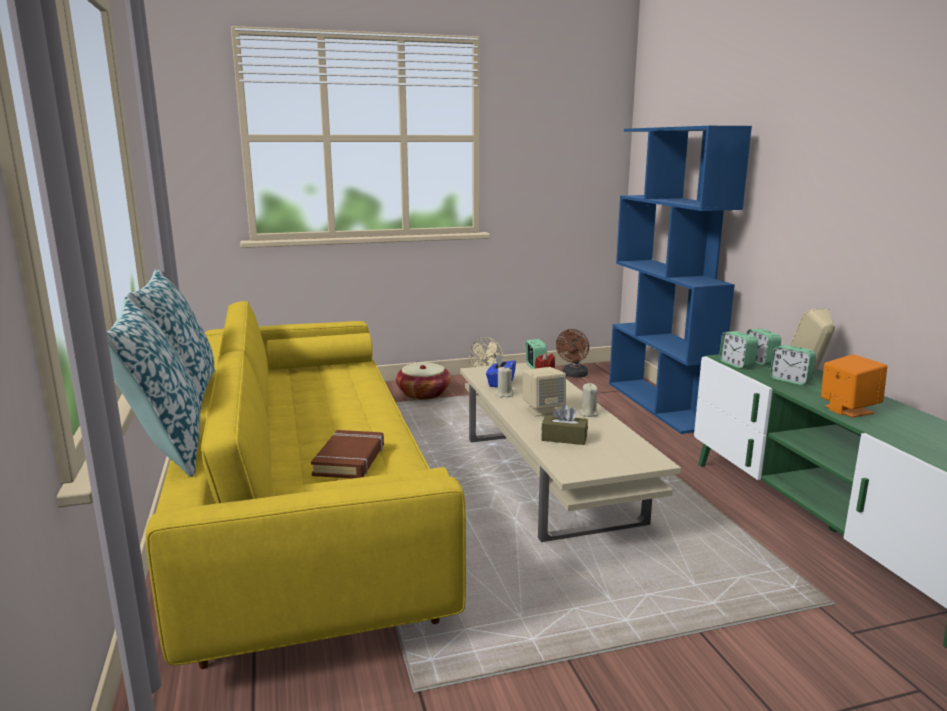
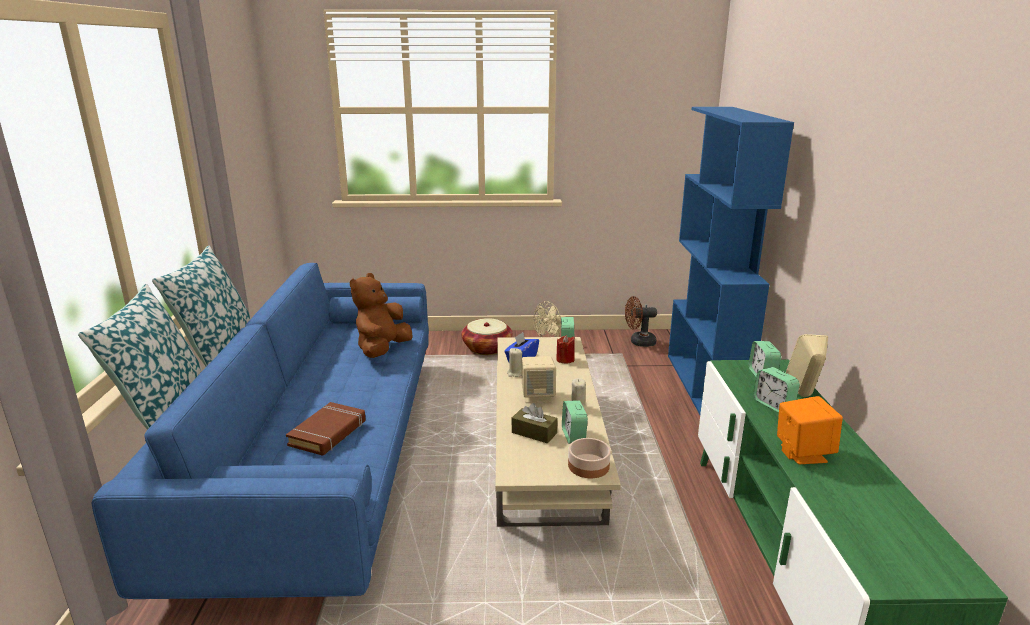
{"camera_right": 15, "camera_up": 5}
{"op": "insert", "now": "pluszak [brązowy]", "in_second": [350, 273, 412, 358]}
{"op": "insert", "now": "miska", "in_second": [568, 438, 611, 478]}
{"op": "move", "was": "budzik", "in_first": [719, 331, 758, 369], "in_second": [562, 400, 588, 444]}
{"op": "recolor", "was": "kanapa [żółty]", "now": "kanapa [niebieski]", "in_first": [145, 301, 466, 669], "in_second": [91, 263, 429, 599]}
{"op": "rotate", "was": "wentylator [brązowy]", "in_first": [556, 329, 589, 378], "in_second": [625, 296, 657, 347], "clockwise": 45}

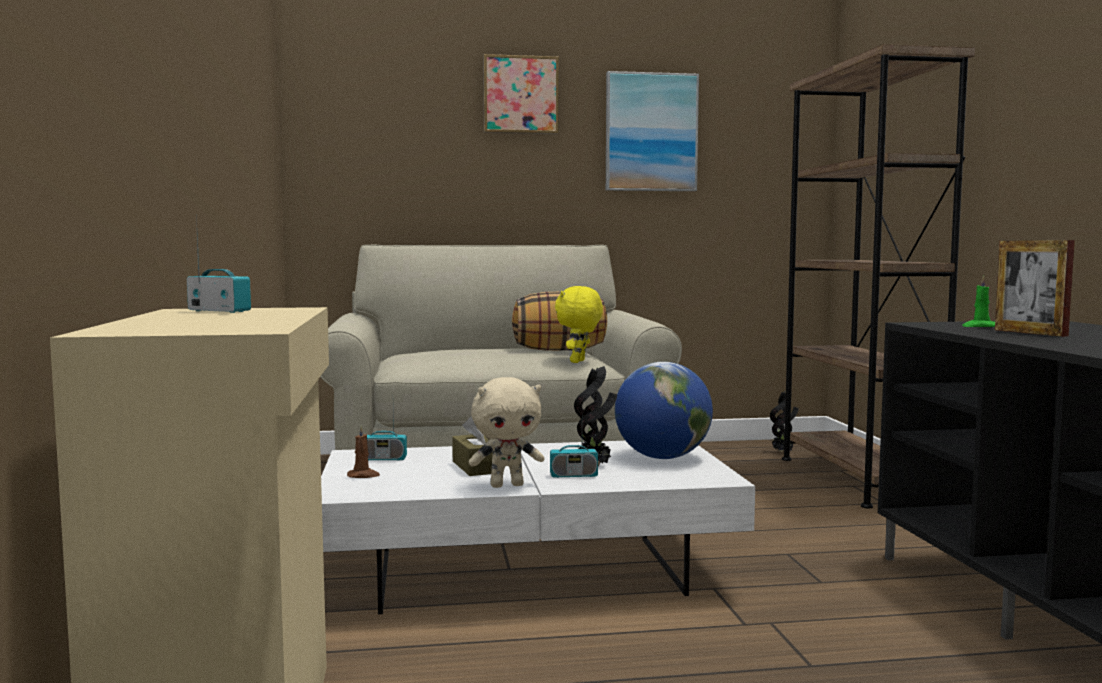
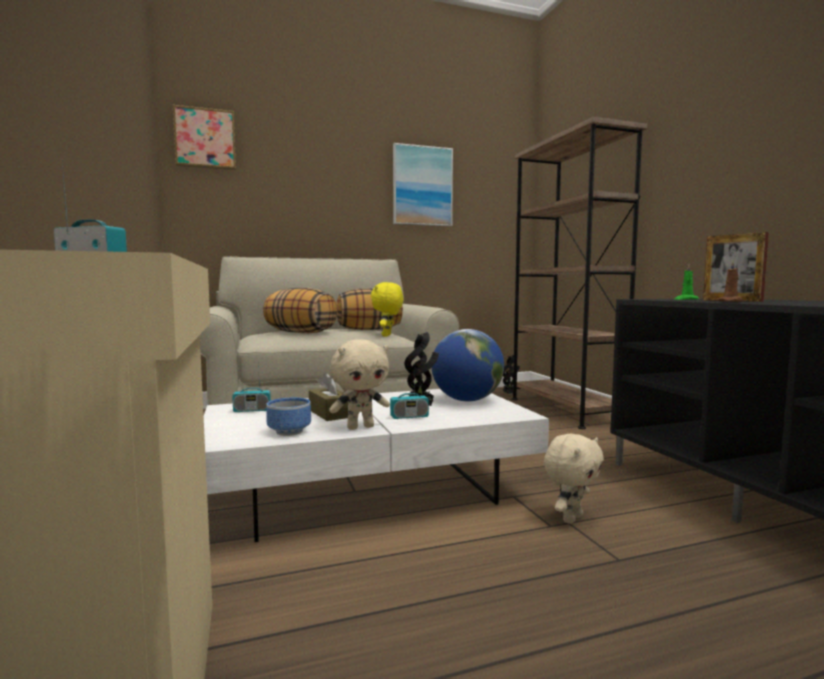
{"camera_right": -10, "camera_up": 0}
{"op": "insert", "now": "poduszka", "in_second": [263, 288, 338, 333]}
{"op": "insert", "now": "miska", "in_second": [267, 398, 311, 436]}
{"op": "insert", "now": "pluszak [beżowy]", "in_second": [544, 434, 604, 524]}
{"op": "move", "was": "świeca [brązowy]", "in_first": [347, 425, 380, 478], "in_second": [717, 260, 744, 302]}
{"op": "move", "was": "obraz", "in_first": [483, 54, 559, 134], "in_second": [173, 105, 236, 170]}

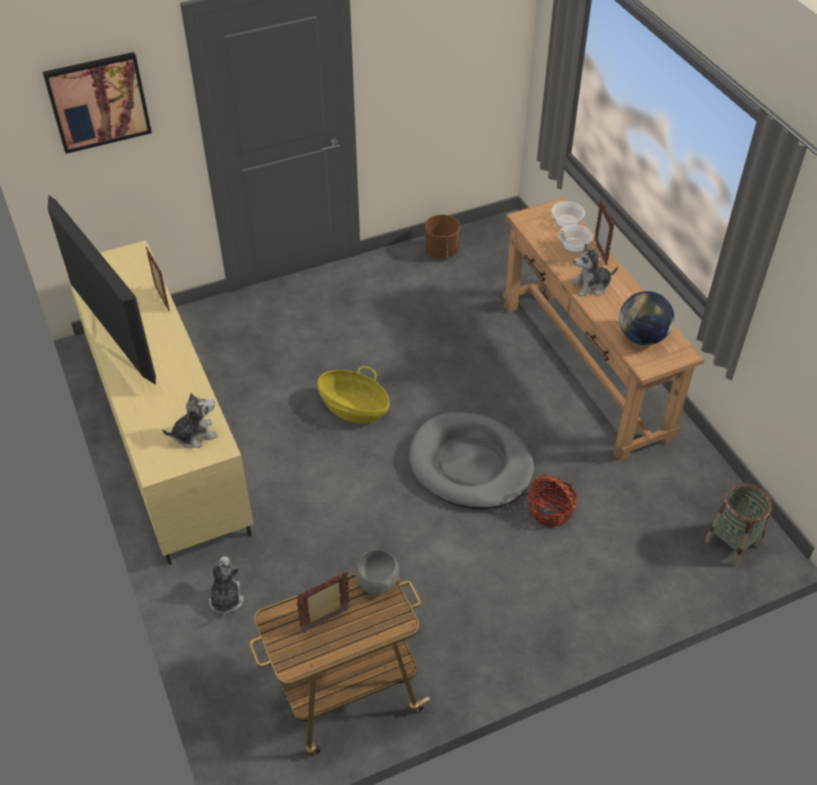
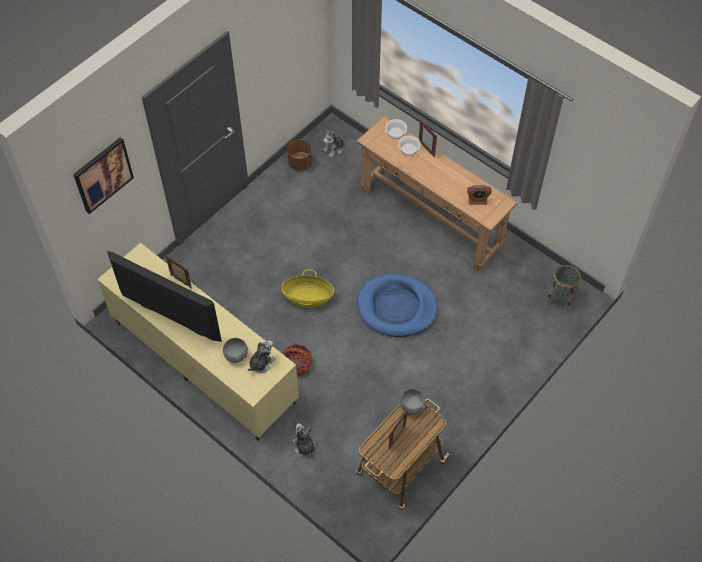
{"camera_right": -25, "camera_up": 10}
{"op": "insert", "now": "miska [szary]", "in_second": [223, 338, 248, 363]}
{"op": "move", "was": "koszyk", "in_first": [528, 474, 578, 527], "in_second": [282, 344, 313, 376]}
{"op": "move", "was": "pluszak", "in_first": [571, 243, 618, 296], "in_second": [323, 129, 345, 157]}
{"op": "replace", "was": "globus", "now": "budzik", "in_first": [619, 291, 674, 345], "in_second": [467, 185, 492, 205]}
{"op": "recolor", "was": "legowisko [szary]", "now": "legowisko [niebieski]", "in_first": [409, 412, 534, 509], "in_second": [357, 274, 438, 337]}

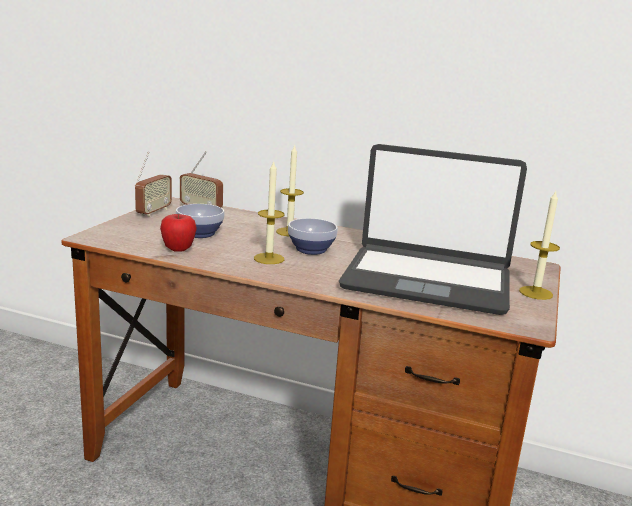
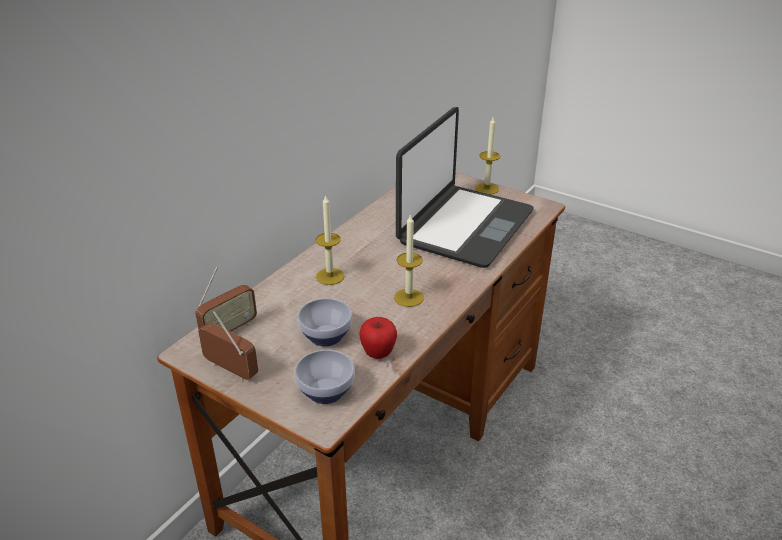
{"camera_right": -75, "camera_up": 15}
{"op": "move", "was": "miska", "in_first": [288, 218, 338, 255], "in_second": [294, 350, 355, 404]}

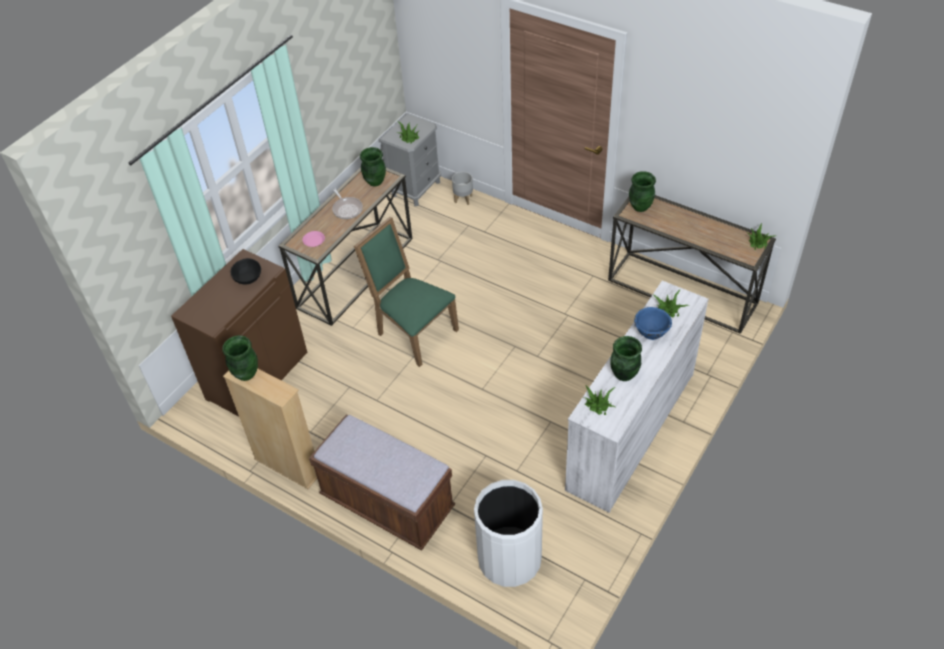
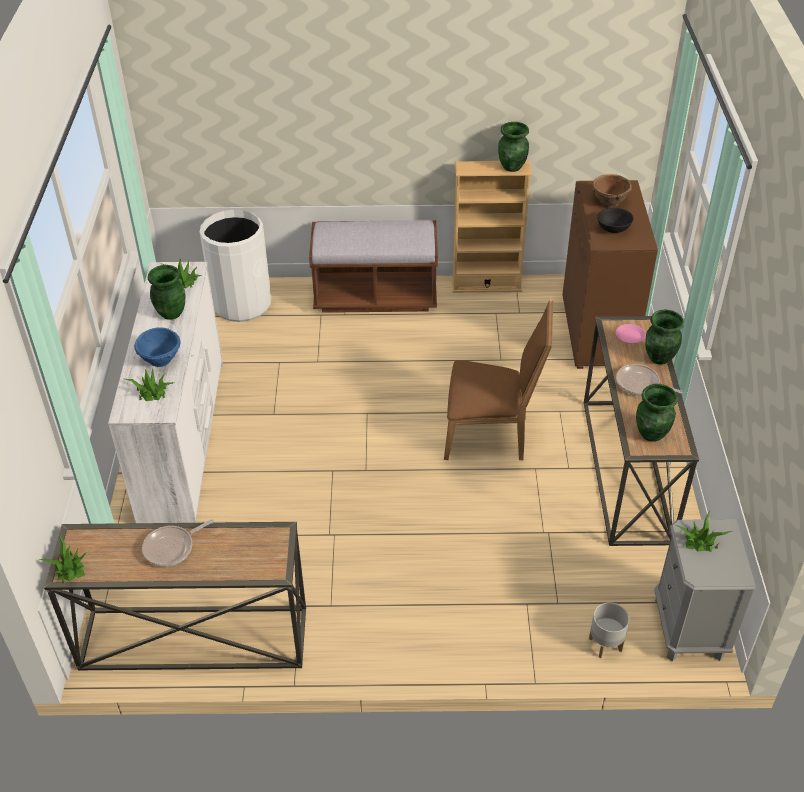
{"camera_right": 145, "camera_up": -5}
{"op": "insert", "now": "patelnia", "in_second": [142, 519, 214, 567]}
{"op": "insert", "now": "miska [brązowy]", "in_second": [592, 174, 632, 207]}
{"op": "move", "was": "wazon [zielony]", "in_first": [629, 171, 656, 212], "in_second": [645, 310, 684, 365]}
{"op": "recolor", "was": "krzesło [zielony]", "now": "krzesło [brązowy]", "in_first": [354, 217, 459, 367], "in_second": [444, 300, 553, 460]}

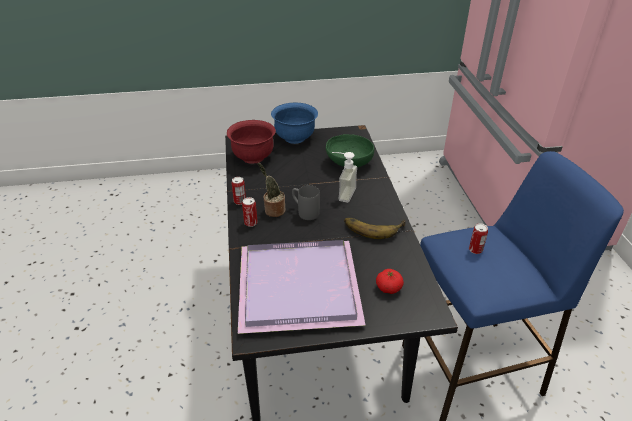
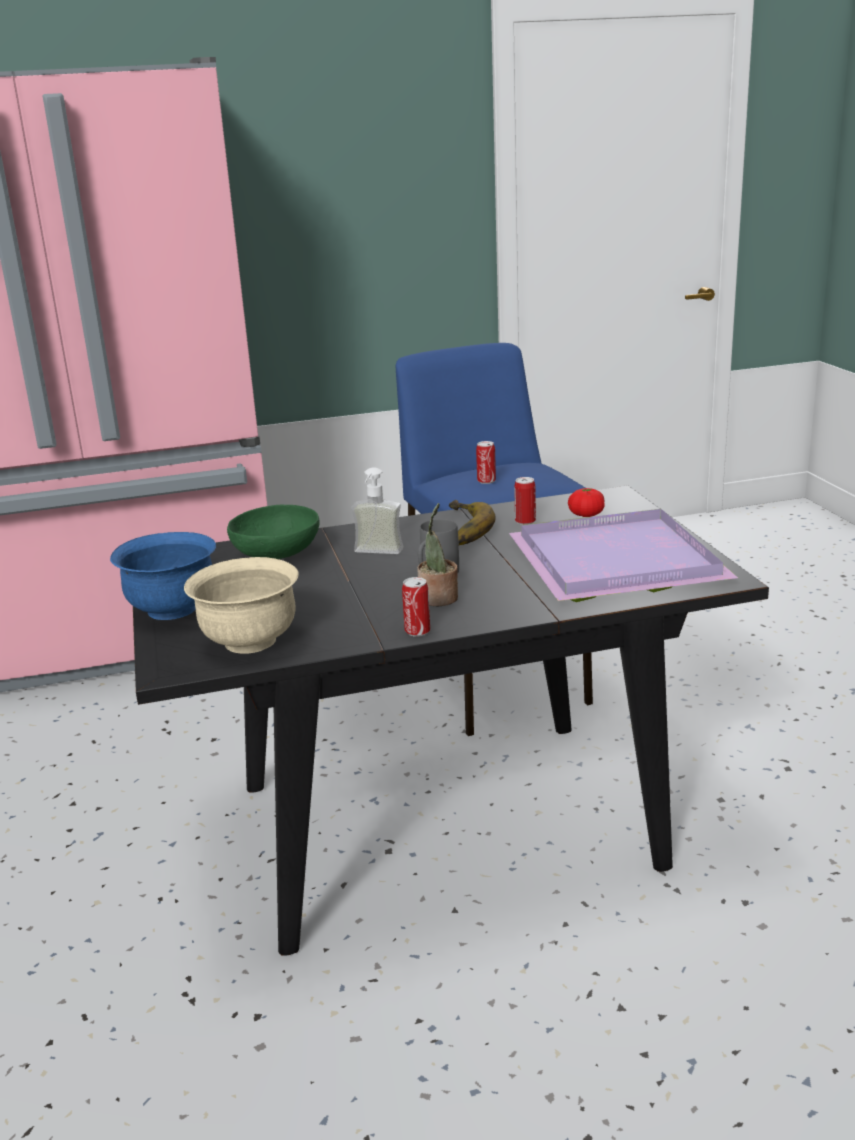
{"camera_right": -95, "camera_up": -15}
{"op": "move", "was": "puszka", "in_first": [242, 197, 258, 227], "in_second": [514, 477, 536, 525]}
{"op": "recolor", "was": "miska [czerwony]", "now": "miska [beżowy]", "in_first": [227, 120, 276, 164], "in_second": [184, 557, 299, 654]}

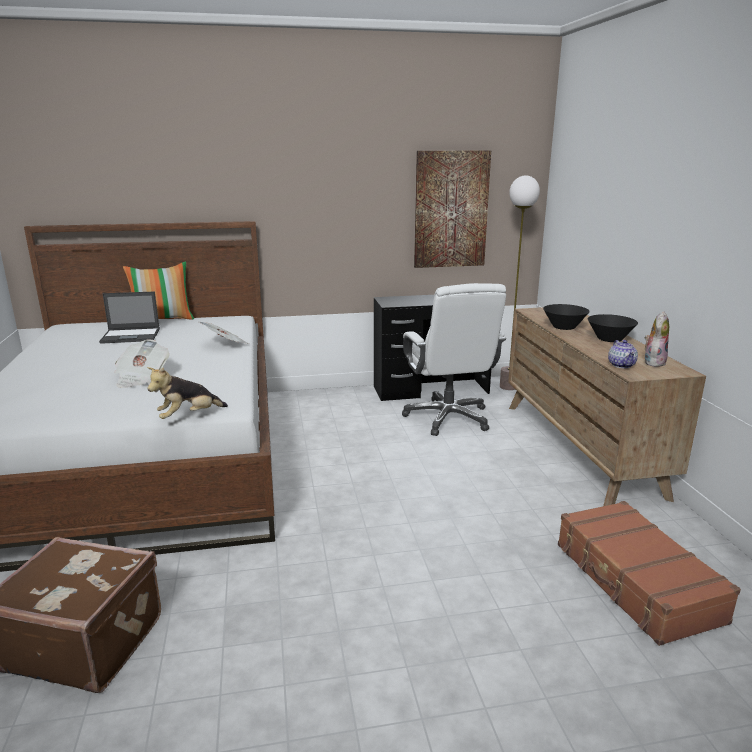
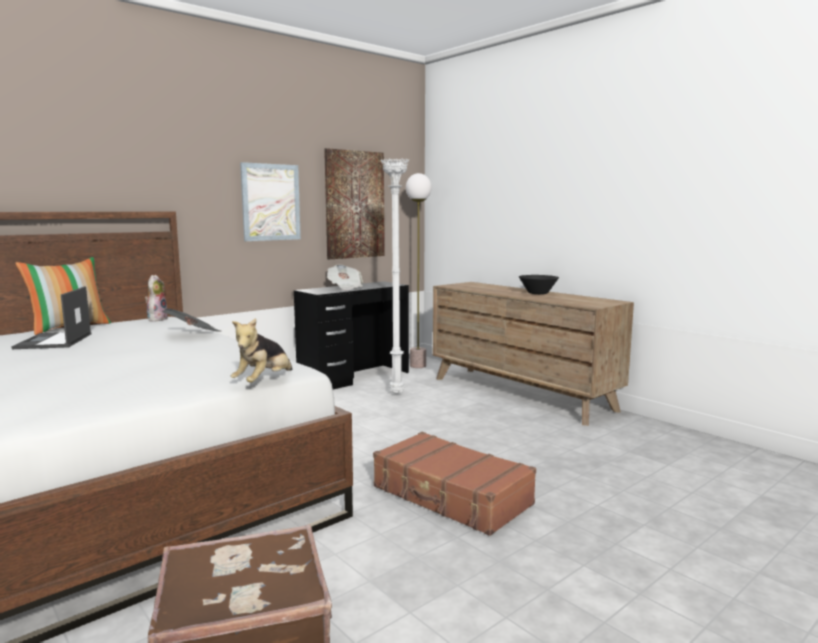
{"camera_right": -30, "camera_up": -10}
{"op": "delete", "was": "miska [czarny]", "in_first": [543, 304, 590, 330]}
{"op": "delete", "was": "imbryk", "in_first": [608, 340, 638, 368]}
{"op": "insert", "now": "obraz", "in_second": [240, 162, 301, 241]}
{"op": "move", "was": "gazeta", "in_first": [114, 339, 169, 388], "in_second": [327, 264, 363, 290]}
{"op": "move", "was": "walizka [brązowy]", "in_first": [558, 501, 741, 646], "in_second": [373, 432, 536, 536]}
{"op": "move", "was": "pluszak", "in_first": [644, 311, 669, 367], "in_second": [145, 275, 169, 322]}
{"op": "replace", "was": "krzesło biurowe [biały]", "now": "lampa stojąca [biały]", "in_first": [402, 283, 506, 436], "in_second": [381, 158, 409, 394]}
{"op": "rotate", "was": "laptop", "in_first": [99, 291, 160, 344], "in_second": [11, 286, 91, 349], "clockwise": 120}

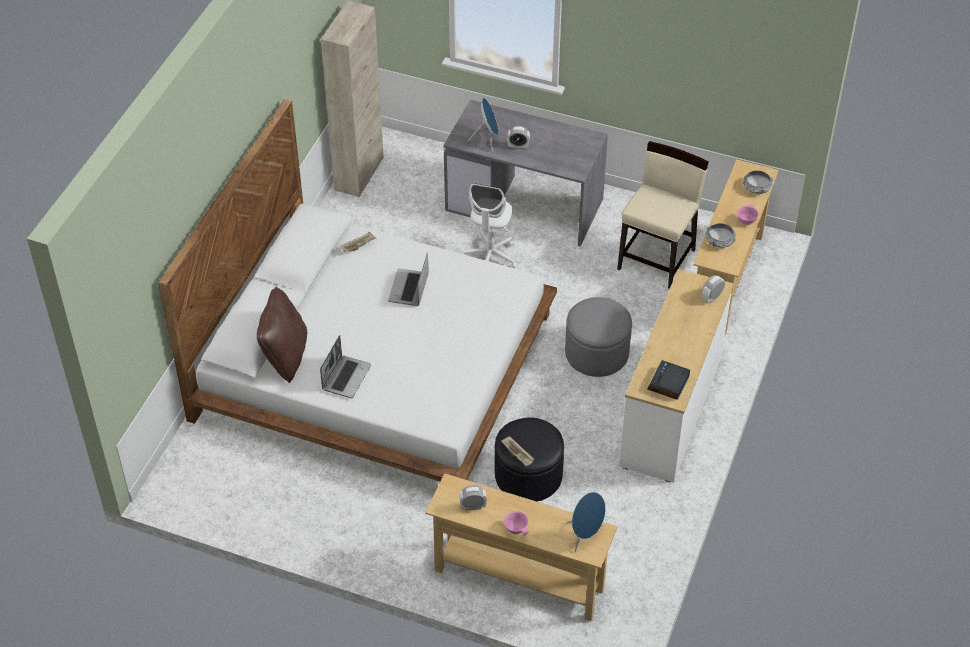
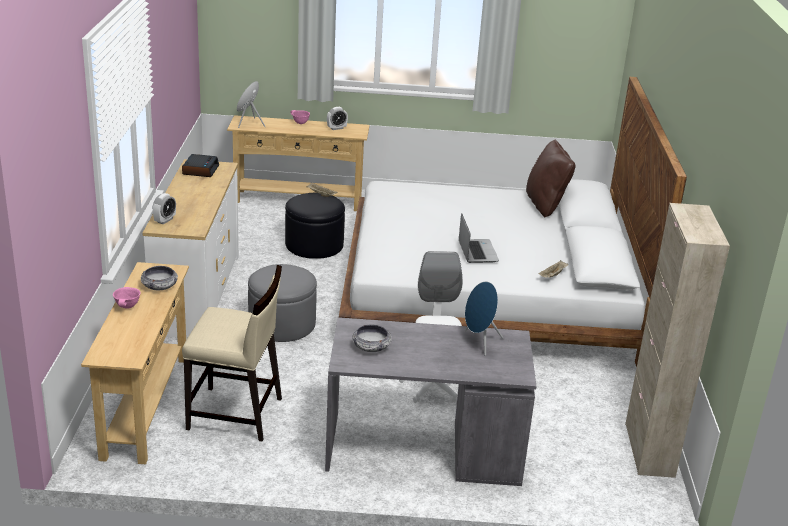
{"camera_right": 160, "camera_up": -20}
{"op": "delete", "was": "laptop", "in_first": [320, 335, 371, 398]}
{"op": "delete", "was": "budzik", "in_first": [507, 126, 530, 149]}
{"op": "move", "was": "miska", "in_first": [743, 170, 773, 194], "in_second": [352, 325, 392, 352]}
{"op": "rotate", "was": "krzesło [beżowy]", "in_first": [617, 141, 709, 289], "in_second": [182, 265, 282, 442], "clockwise": -90}

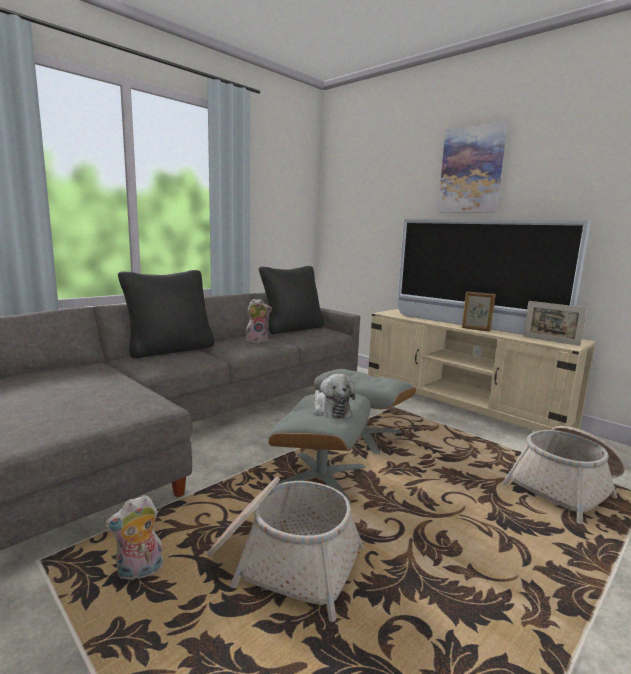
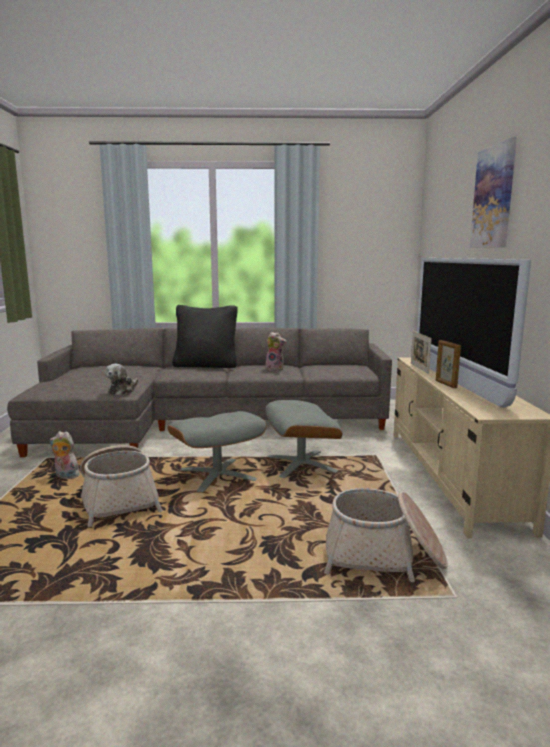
{"camera_right": 45, "camera_up": 0}
{"op": "delete", "was": "poduszka [czarny]", "in_first": [259, 266, 324, 334]}
{"op": "move", "was": "pluszak", "in_first": [314, 374, 355, 419], "in_second": [105, 364, 138, 395]}
{"op": "move", "was": "ramka na zdjęcie", "in_first": [523, 301, 587, 346], "in_second": [411, 331, 432, 374]}

